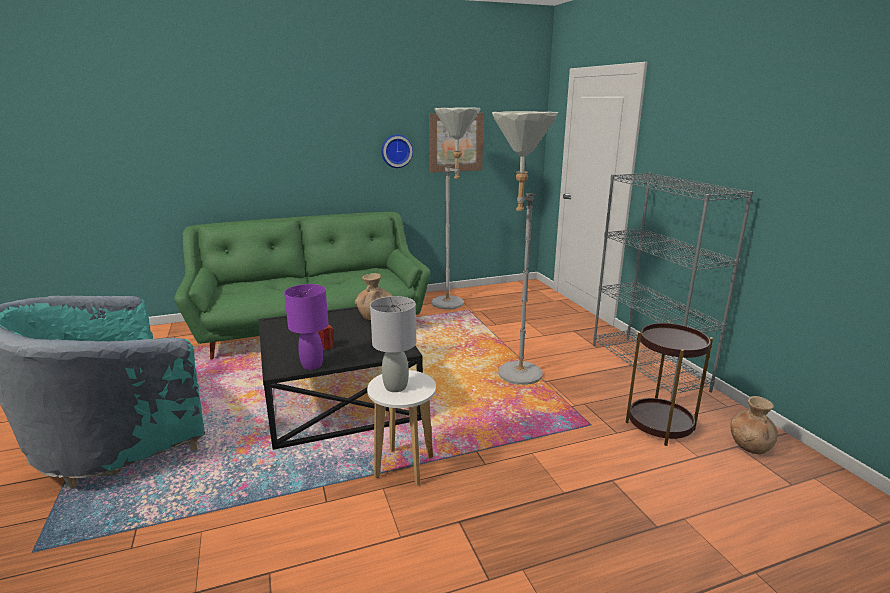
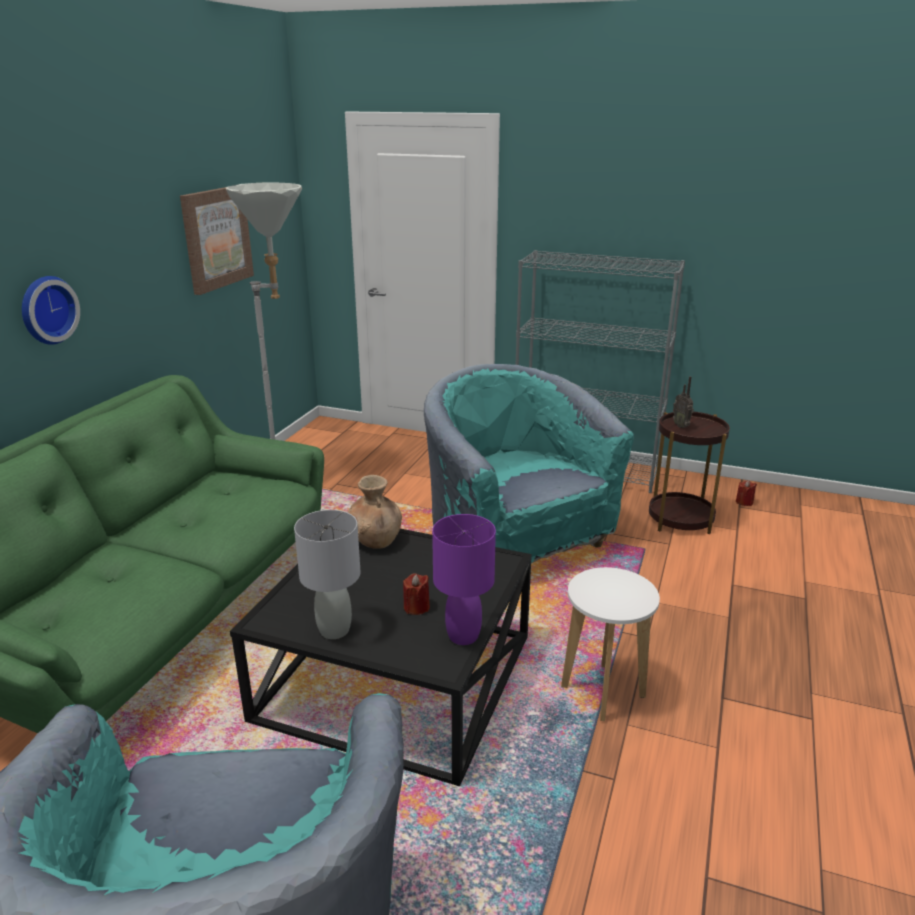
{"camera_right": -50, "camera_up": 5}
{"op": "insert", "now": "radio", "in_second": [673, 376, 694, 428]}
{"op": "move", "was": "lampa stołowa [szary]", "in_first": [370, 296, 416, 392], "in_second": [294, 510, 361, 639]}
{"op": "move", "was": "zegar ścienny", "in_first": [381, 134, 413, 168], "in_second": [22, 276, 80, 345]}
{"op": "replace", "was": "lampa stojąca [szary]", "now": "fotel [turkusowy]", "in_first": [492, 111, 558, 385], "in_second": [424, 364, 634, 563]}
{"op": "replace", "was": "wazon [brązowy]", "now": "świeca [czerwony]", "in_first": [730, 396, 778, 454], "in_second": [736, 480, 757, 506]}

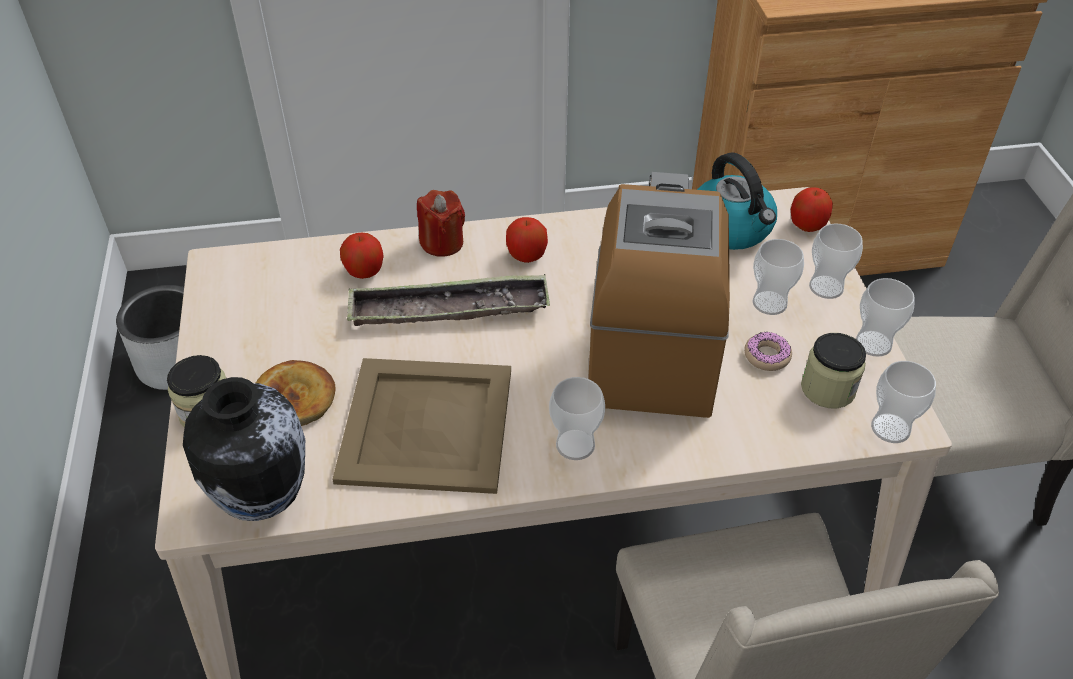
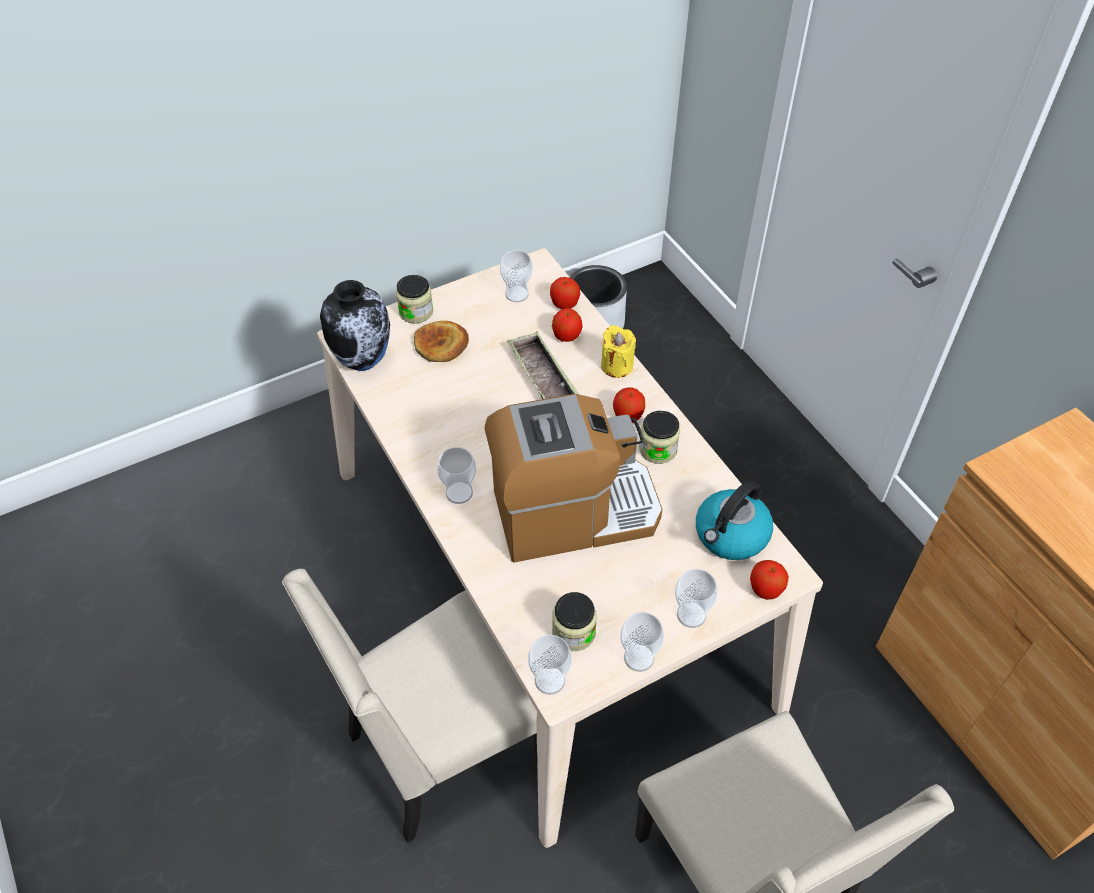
{"camera_right": 70, "camera_up": 5}
{"op": "delete", "was": "taca [beżowy]", "in_first": [332, 358, 511, 494]}
{"op": "delete", "was": "donut", "in_first": [744, 332, 792, 371]}
{"op": "insert", "now": "jabłko", "in_second": [550, 277, 580, 309]}
{"op": "insert", "now": "słoik", "in_second": [639, 411, 680, 464]}
{"op": "move", "was": "filiżanka", "in_first": [753, 239, 804, 315], "in_second": [500, 250, 533, 302]}
{"op": "recolor", "was": "świeca [czerwony]", "now": "świeca [żółty]", "in_first": [417, 190, 465, 257], "in_second": [601, 325, 636, 378]}

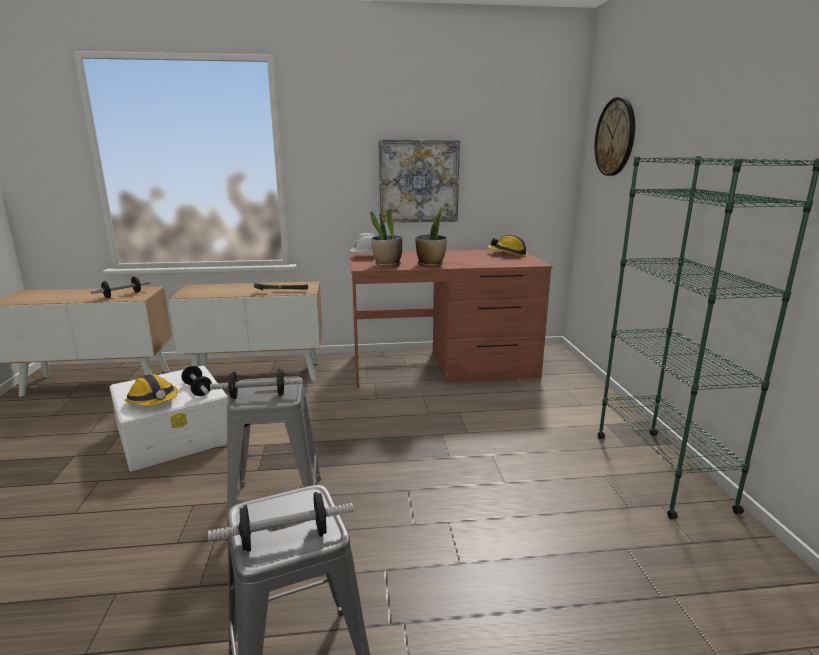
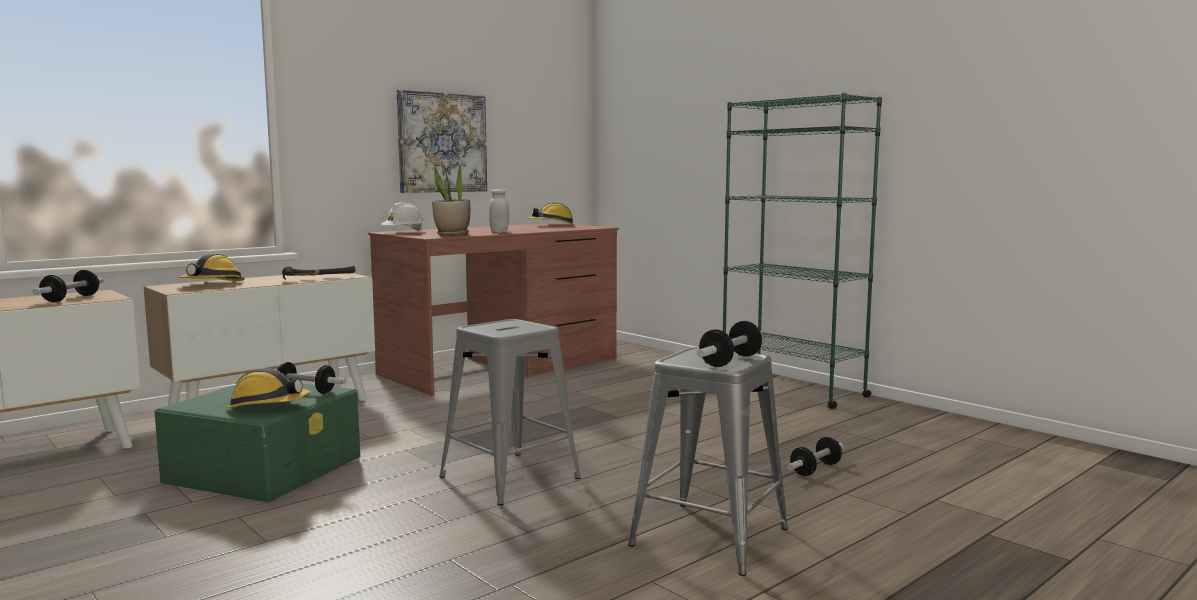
{"camera_right": -35, "camera_up": -10}
{"op": "delete", "was": "zegar ścienny", "in_first": [595, 97, 635, 176]}
{"op": "insert", "now": "kask", "in_second": [179, 254, 245, 281]}
{"op": "move", "was": "hantel", "in_first": [210, 369, 302, 399], "in_second": [787, 437, 844, 476]}
{"op": "replace", "was": "roślina doniczkowa", "now": "słoik [biały]", "in_first": [415, 206, 447, 267], "in_second": [489, 189, 509, 233]}
{"op": "recolor", "was": "pojemnik do przechowywania [biały]", "now": "pojemnik do przechowywania [zielony]", "in_first": [109, 366, 228, 471], "in_second": [154, 383, 360, 502]}

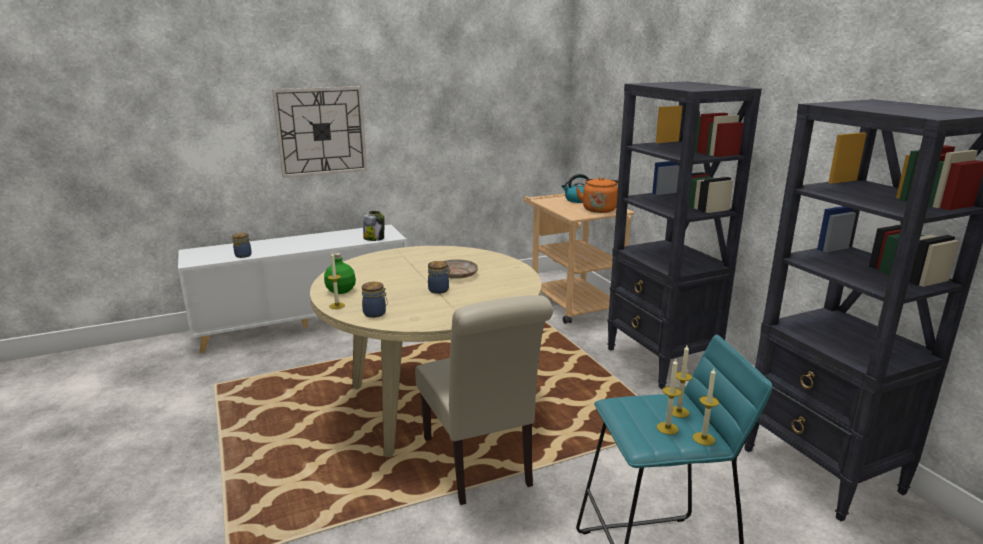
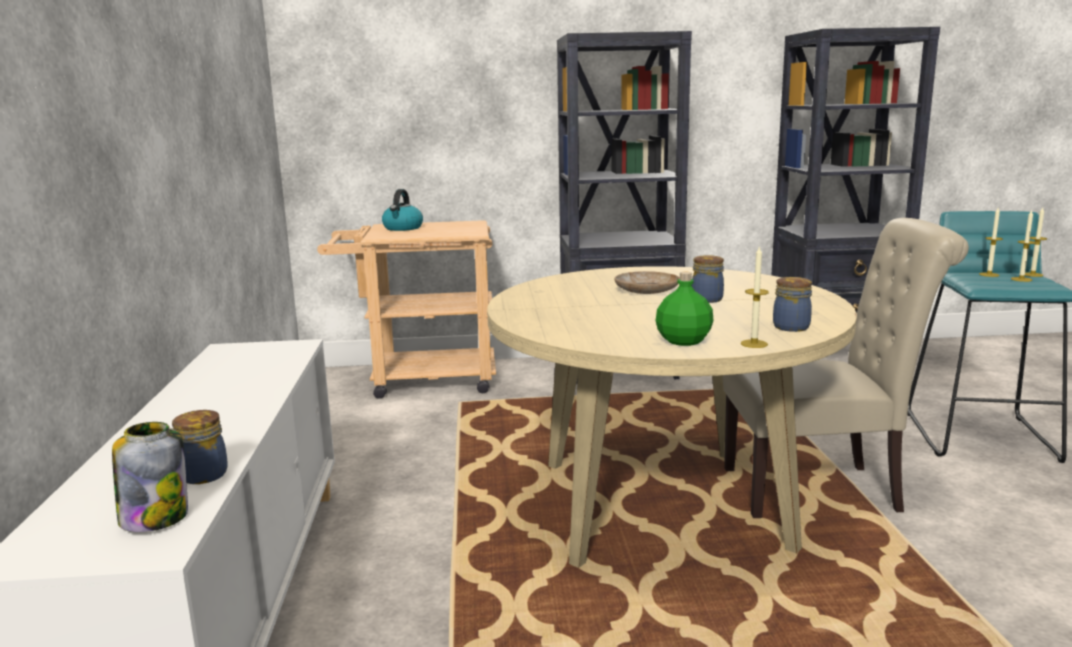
{"camera_right": -70, "camera_up": -5}
{"op": "delete", "was": "zegar ścienny", "in_first": [272, 86, 367, 178]}
{"op": "delete", "was": "czajnik [pomarańczowy]", "in_first": [576, 177, 618, 213]}
{"op": "move", "was": "słoik", "in_first": [363, 211, 384, 241], "in_second": [112, 422, 188, 532]}

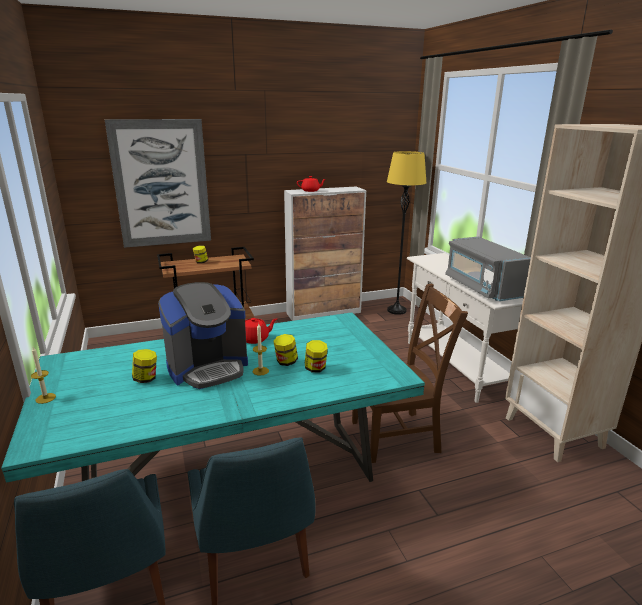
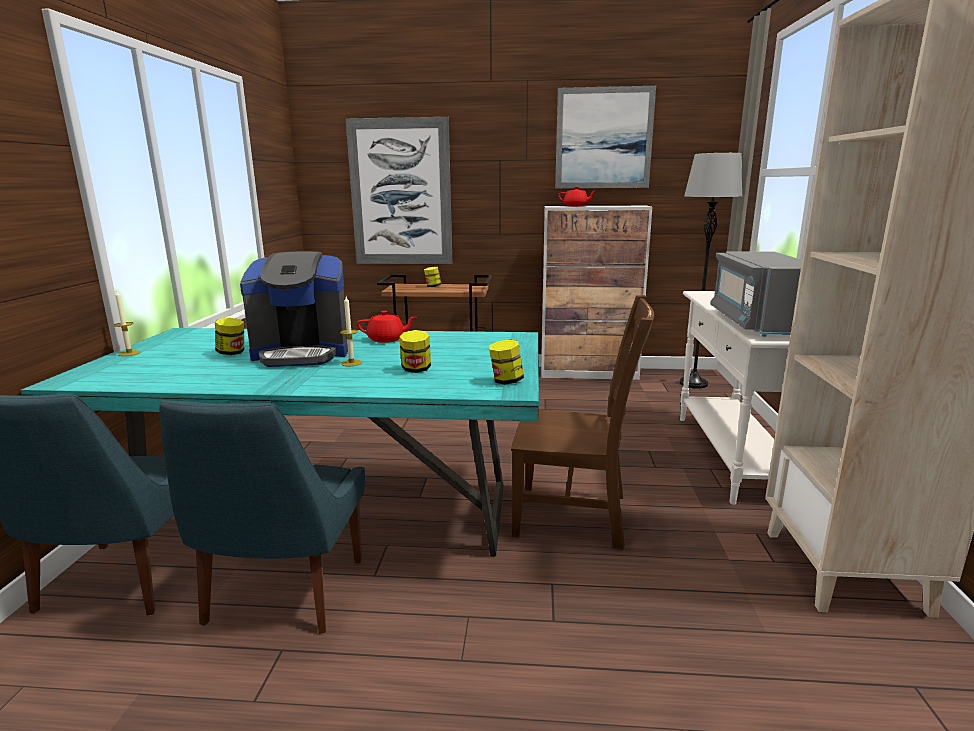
{"camera_right": 25, "camera_up": -5}
{"op": "insert", "now": "obraz", "in_second": [555, 86, 656, 189]}
{"op": "move", "was": "słoik", "in_first": [273, 334, 298, 366], "in_second": [489, 339, 524, 385]}
{"op": "recolor", "was": "lampa stojąca [żółty]", "now": "lampa stojąca [szary]", "in_first": [387, 151, 426, 315], "in_second": [679, 153, 742, 389]}

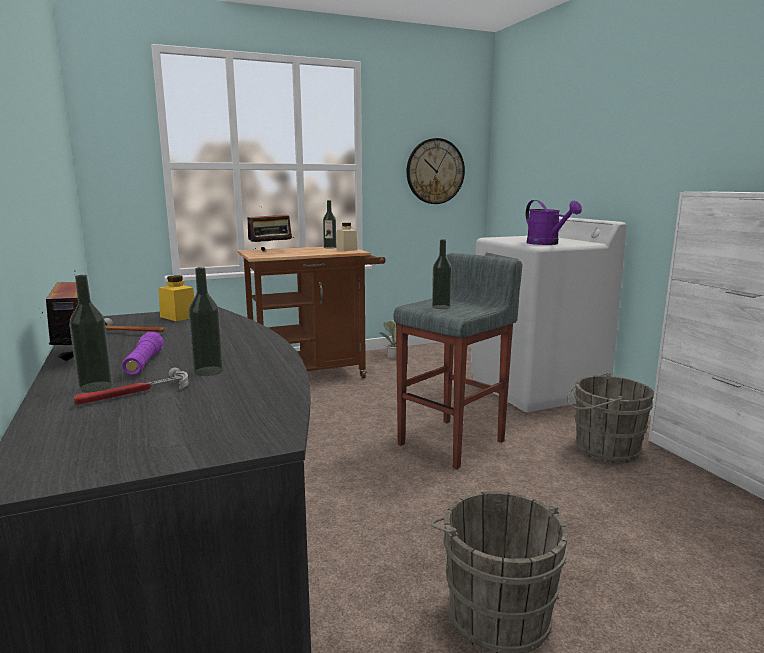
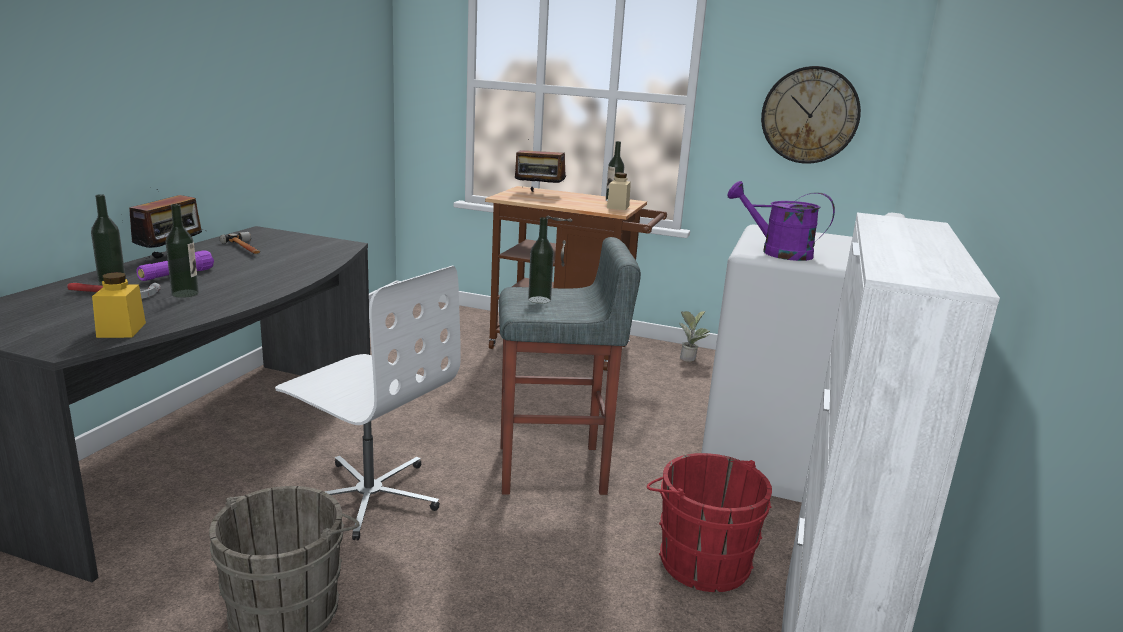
{"camera_right": 40, "camera_up": 5}
{"op": "insert", "now": "krzesło biurowe [biały]", "in_second": [275, 266, 461, 540]}
{"op": "move", "was": "słoik [żółty]", "in_first": [159, 275, 194, 321], "in_second": [92, 272, 146, 338]}
{"op": "recolor", "was": "wiadro [szary]", "now": "wiadro [czerwony]", "in_first": [567, 372, 654, 463], "in_second": [646, 453, 772, 592]}
{"op": "rotate", "was": "konewka [fioletowy]", "in_first": [526, 200, 582, 245], "in_second": [727, 181, 835, 261], "clockwise": 105}

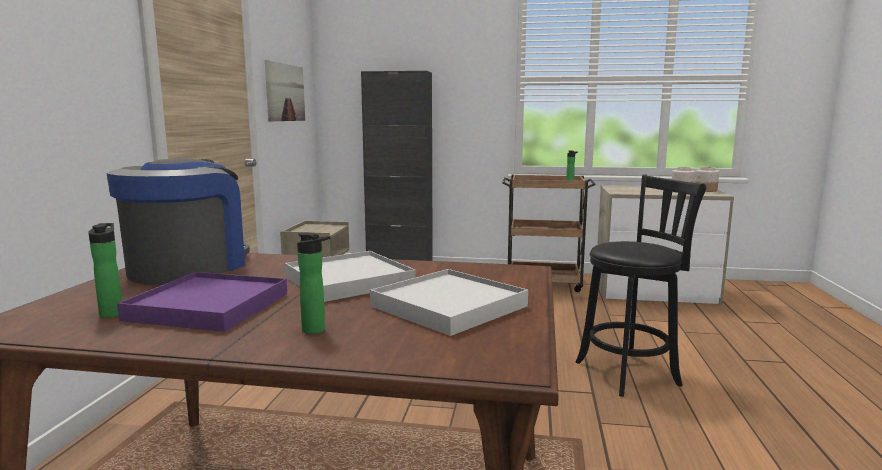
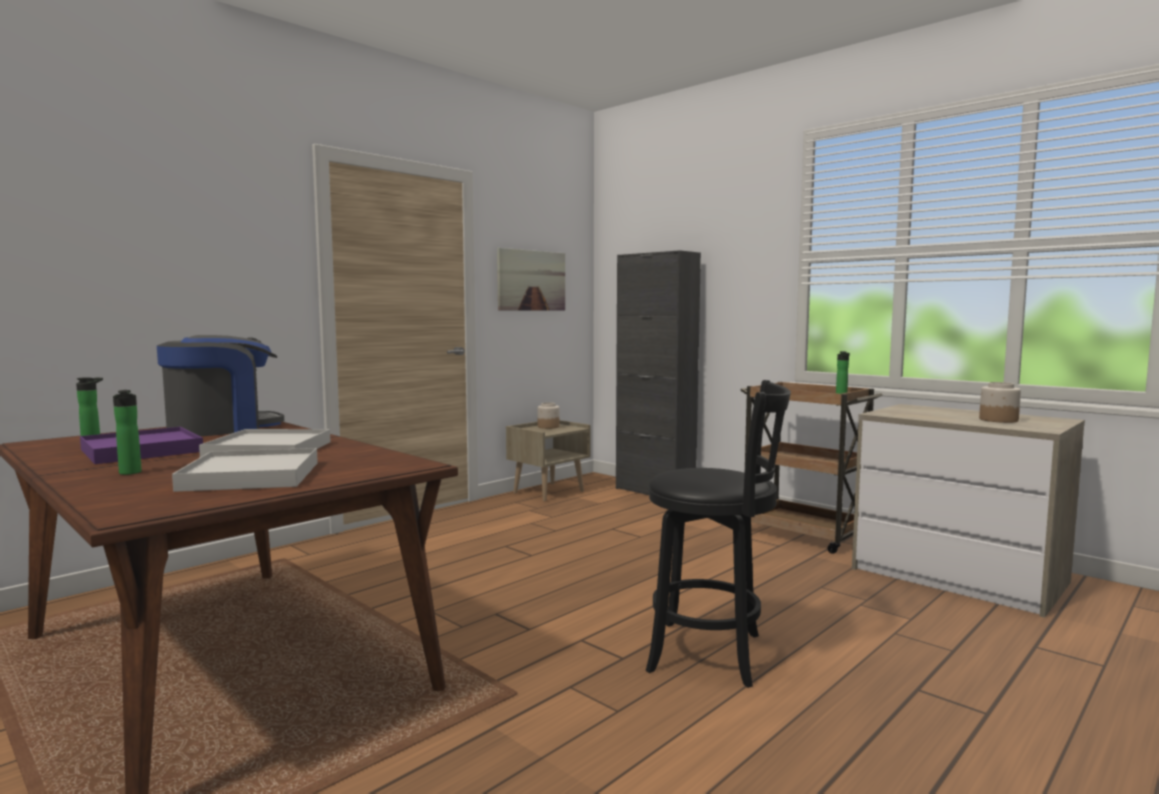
{"camera_right": 35, "camera_up": -5}
{"op": "move", "was": "słoik", "in_first": [695, 167, 719, 192], "in_second": [537, 402, 560, 429]}

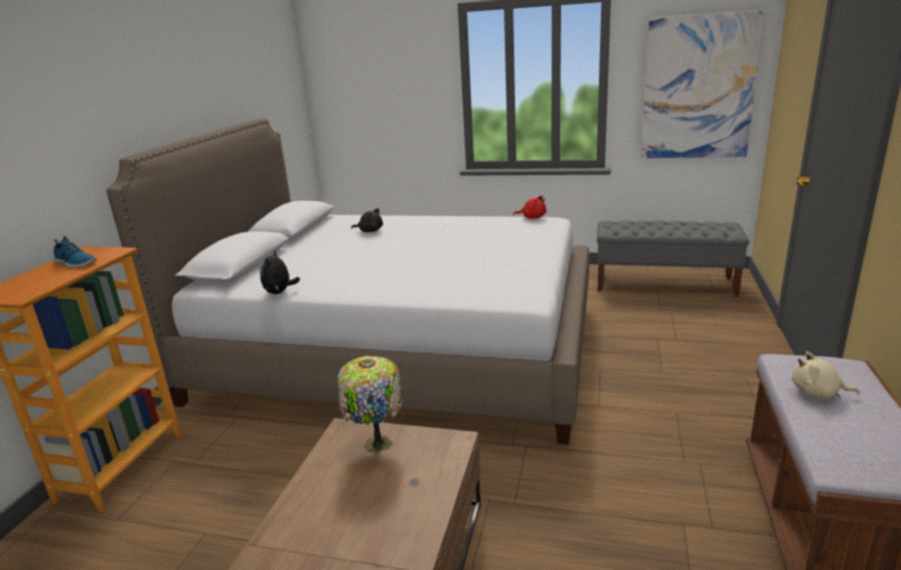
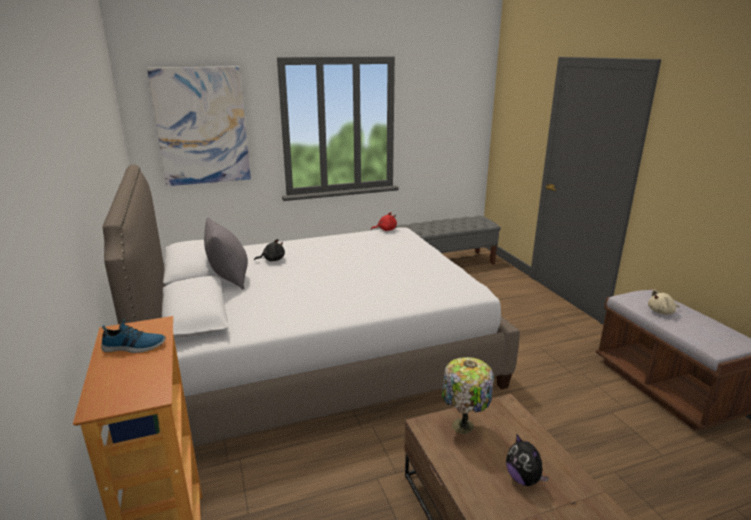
{"camera_right": -35, "camera_up": 0}
{"op": "insert", "now": "poduszka [szary]", "in_second": [204, 217, 248, 290]}
{"op": "move", "was": "pluszak", "in_first": [260, 250, 300, 294], "in_second": [506, 433, 549, 486]}
{"op": "move", "was": "obraz", "in_first": [641, 10, 765, 158], "in_second": [147, 67, 251, 186]}

